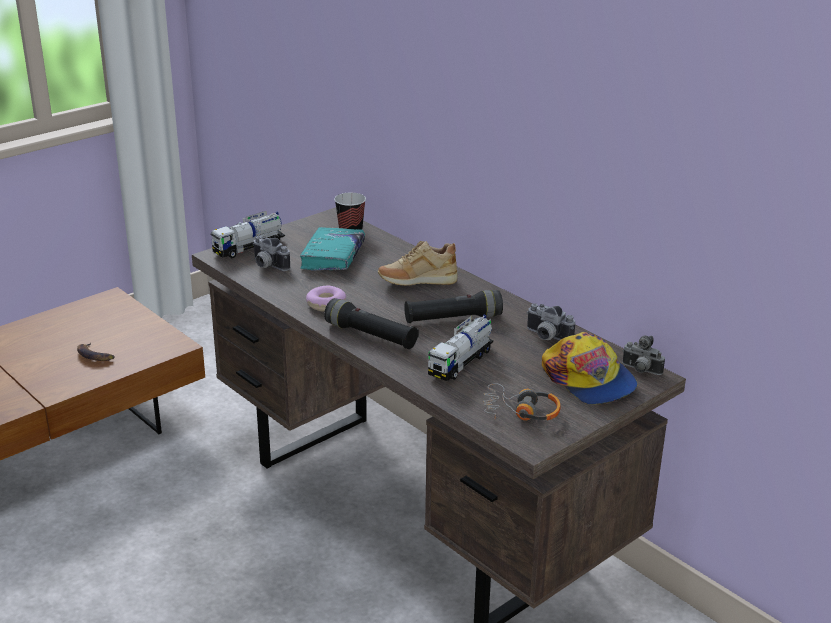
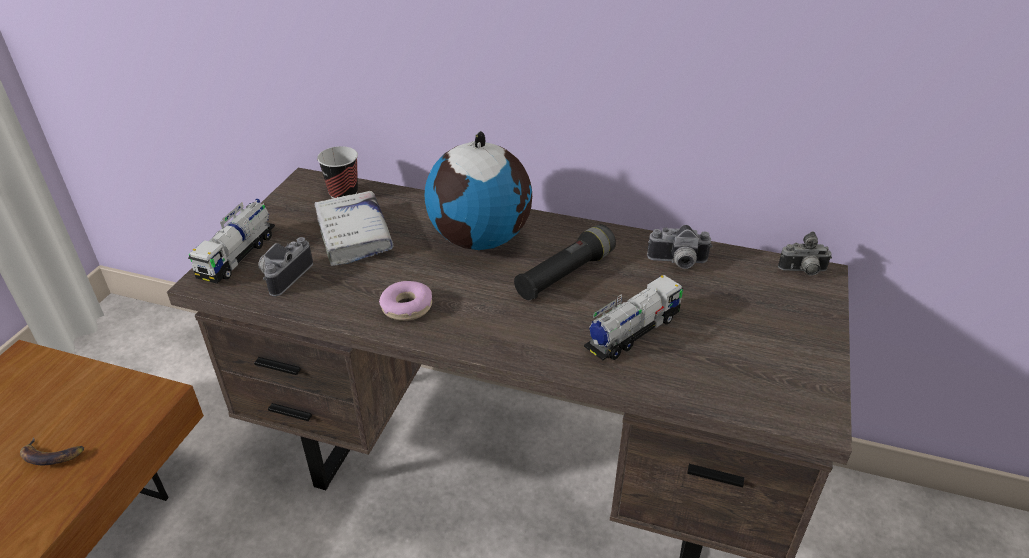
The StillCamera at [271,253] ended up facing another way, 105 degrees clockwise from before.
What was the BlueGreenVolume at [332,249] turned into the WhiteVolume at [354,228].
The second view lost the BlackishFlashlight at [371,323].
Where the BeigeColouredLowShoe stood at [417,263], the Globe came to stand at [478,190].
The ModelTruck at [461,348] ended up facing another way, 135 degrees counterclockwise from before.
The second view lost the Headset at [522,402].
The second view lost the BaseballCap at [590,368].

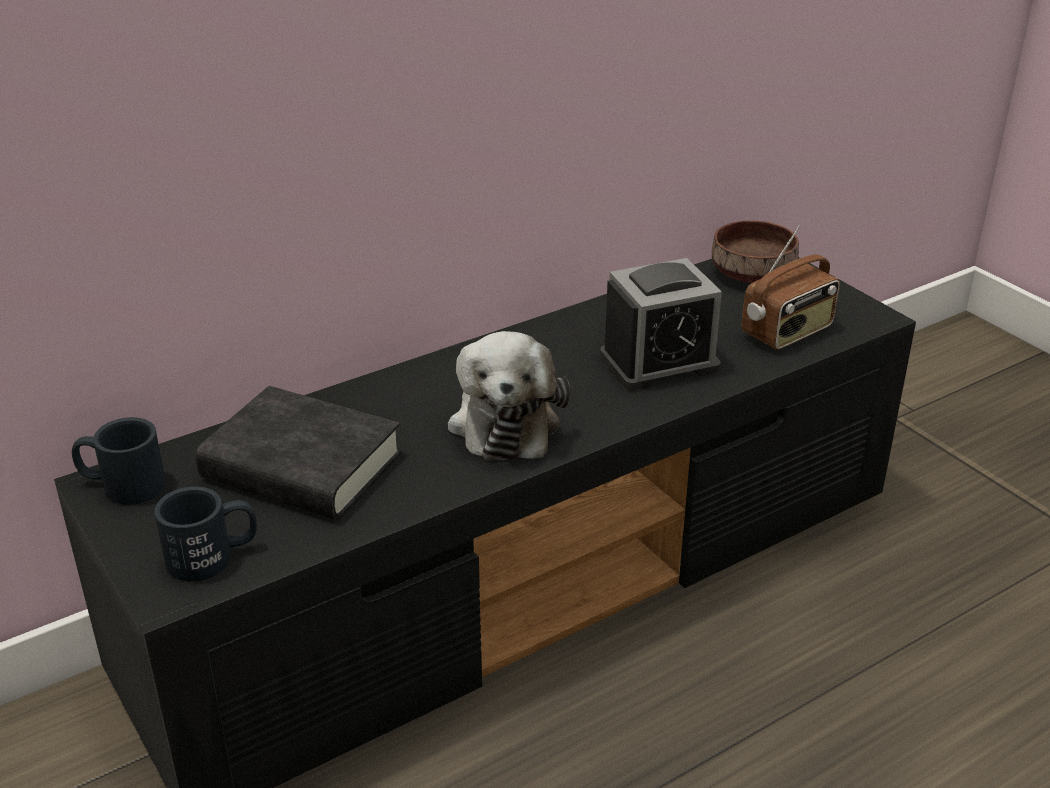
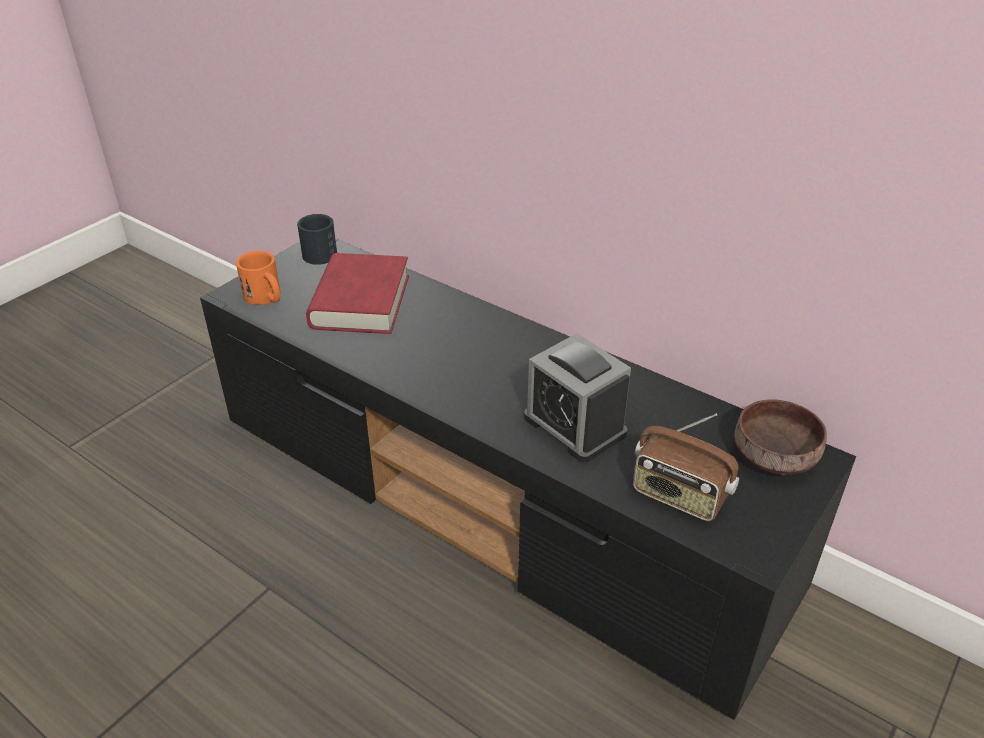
What was the BlackishMug at [205,534] turned into the OrangeyMug at [258,278].
What was the BlackishVolume at [299,453] turned into the ReddishVolume at [357,293].
The second view lost the SoftToy at [509,396].

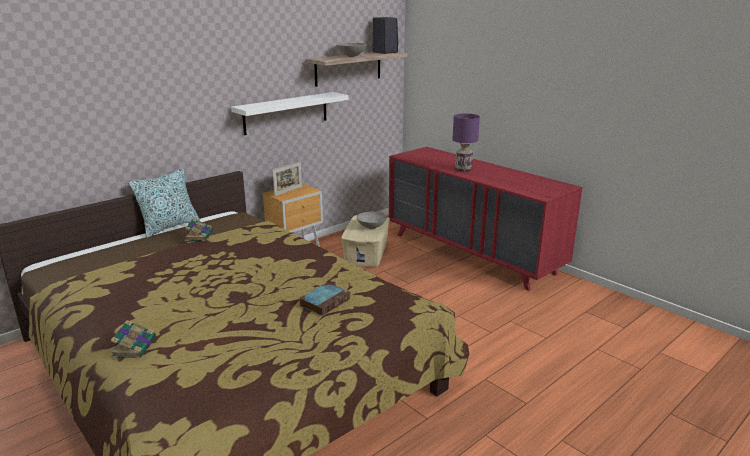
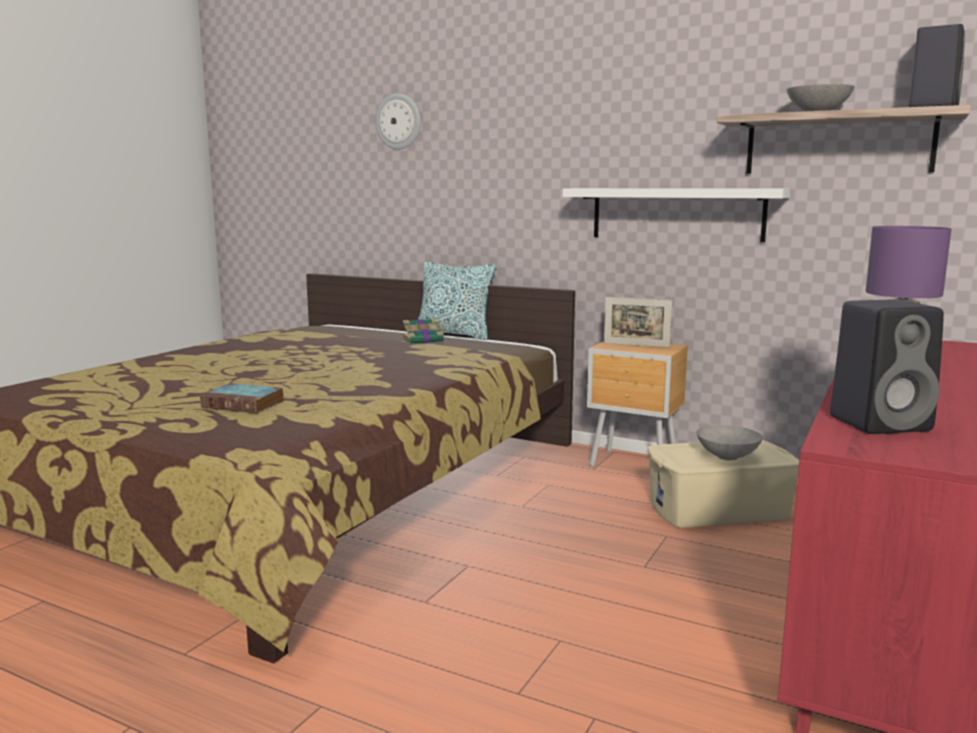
The second view lost the Volume at [133,339].
The second view gained the ClockOnTheWall at [397,121].
The second view gained the BlackishSpeaker at [887,366].

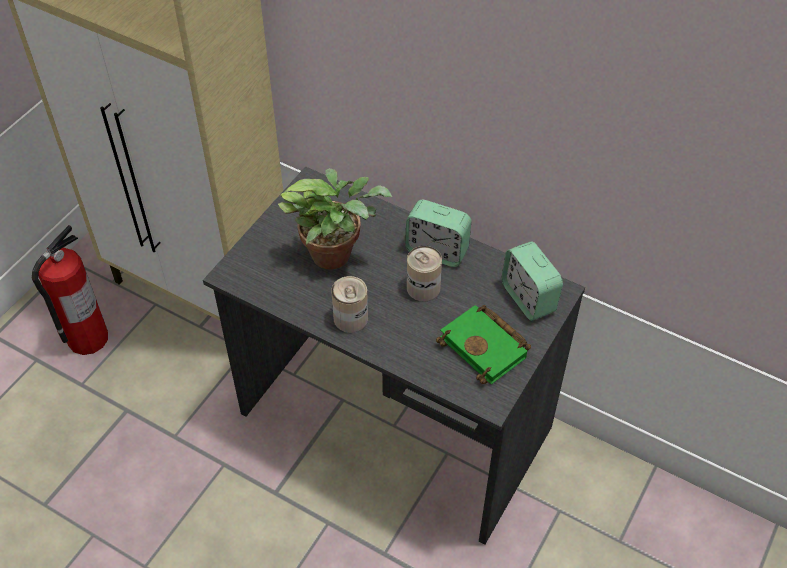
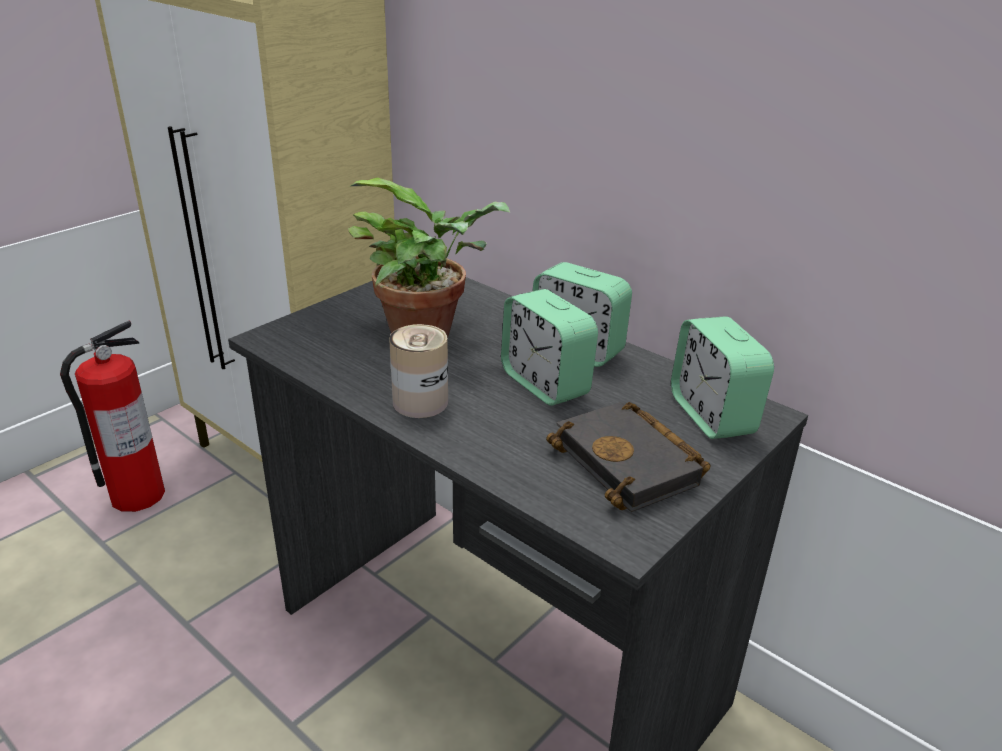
Where the SealedCan stood at [424,274], the AlarmClock came to stand at [549,347].
What was the GreenishVolume at [483,344] turned into the BlackishVolume at [628,457].

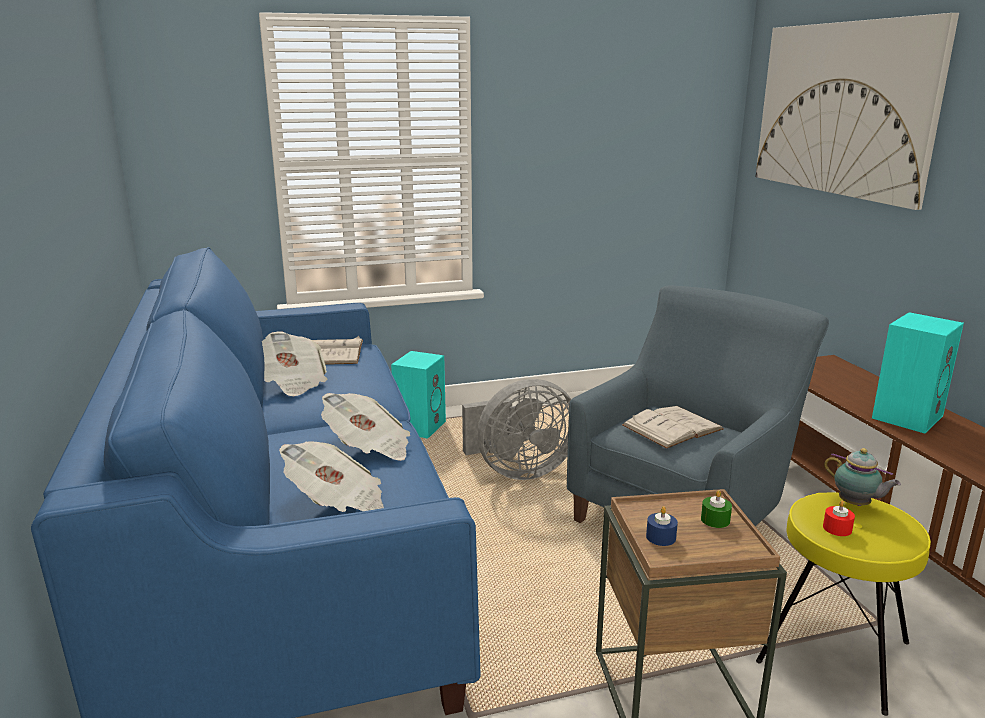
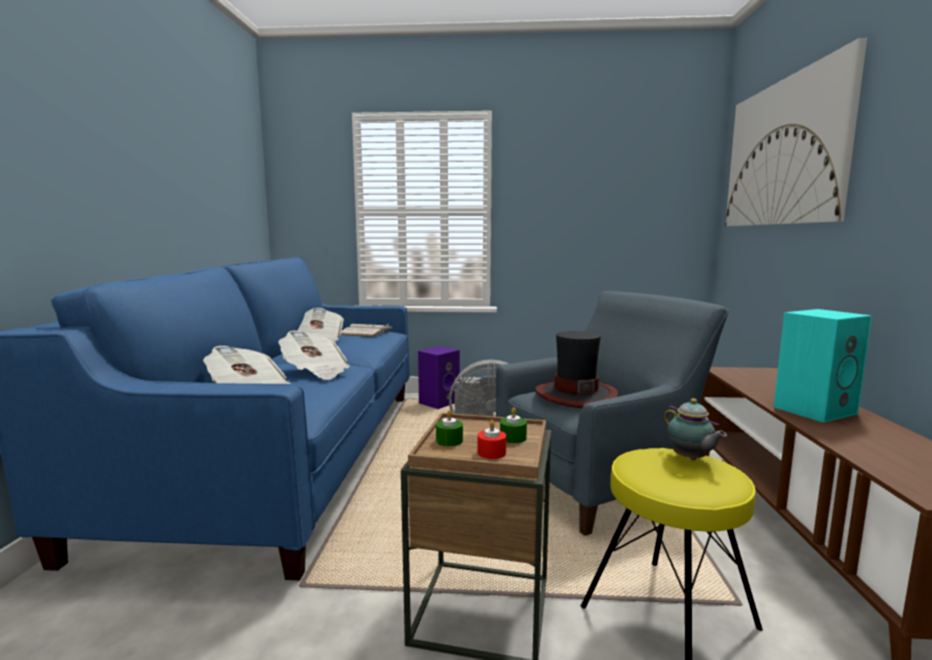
What was the BlueGreenSpeaker at [418,395] turned into the PurplishSpeaker at [439,377].
Where the WhiteVolume stood at [673,427], the WearableHat came to stand at [576,369].
What was the BlueCandle at [662,526] turned into the GreenishCandle at [449,428].
The ReddishCandle ended up elsewhere, having gone from [839,518] to [492,439].

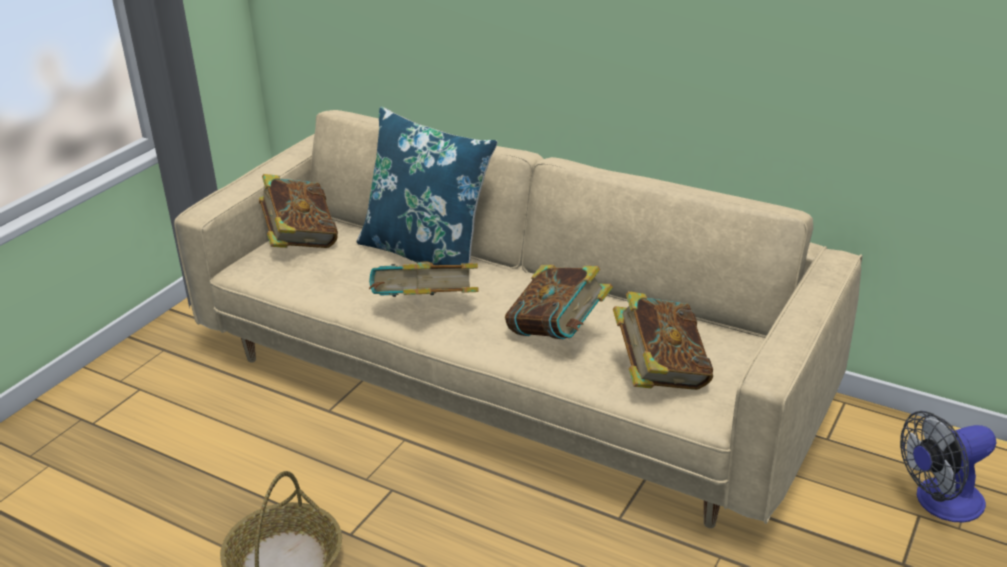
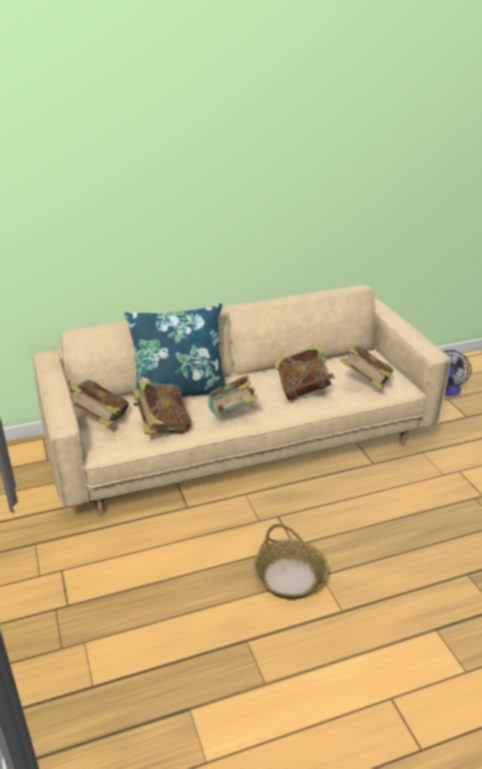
The second view gained the Volume at [161,407].

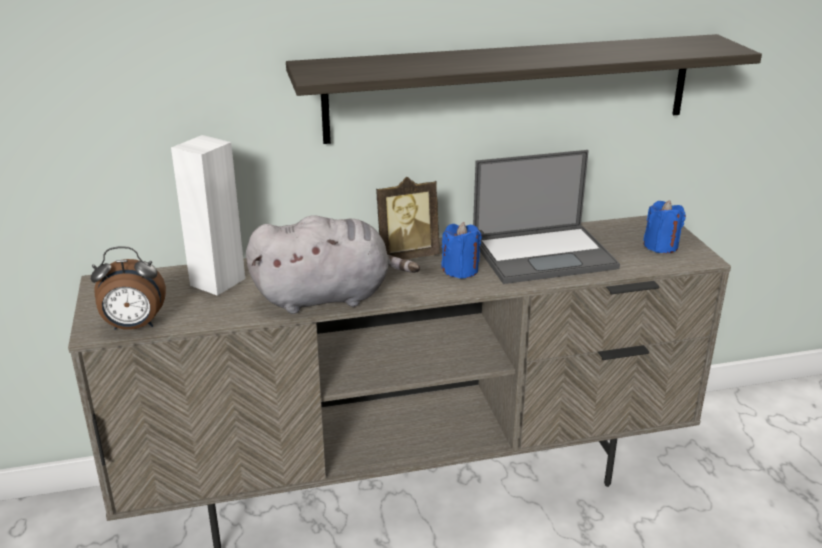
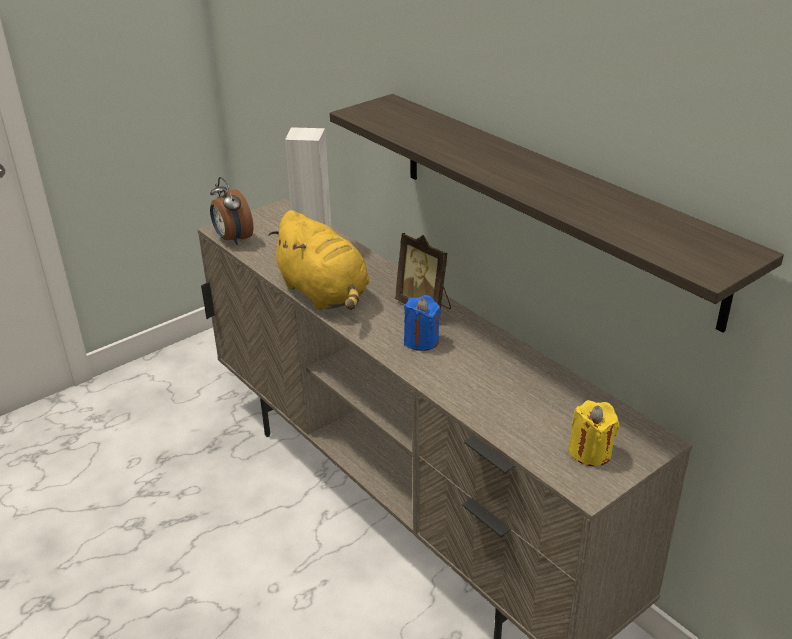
What was the GreyishSoftToy at [333,264] turned into the YellowColouredSoftToy at [318,260].
The second view lost the PortableComputer at [546,217].
What was the BlueCandle at [664,226] turned into the YellowColouredCandle at [593,433].

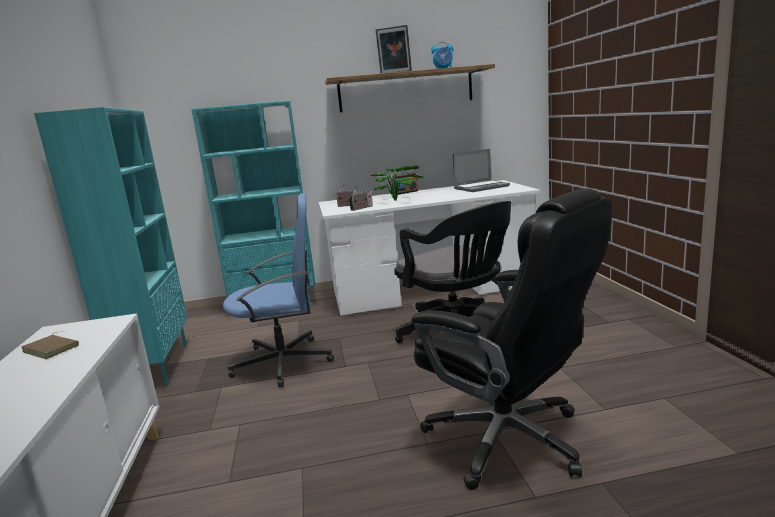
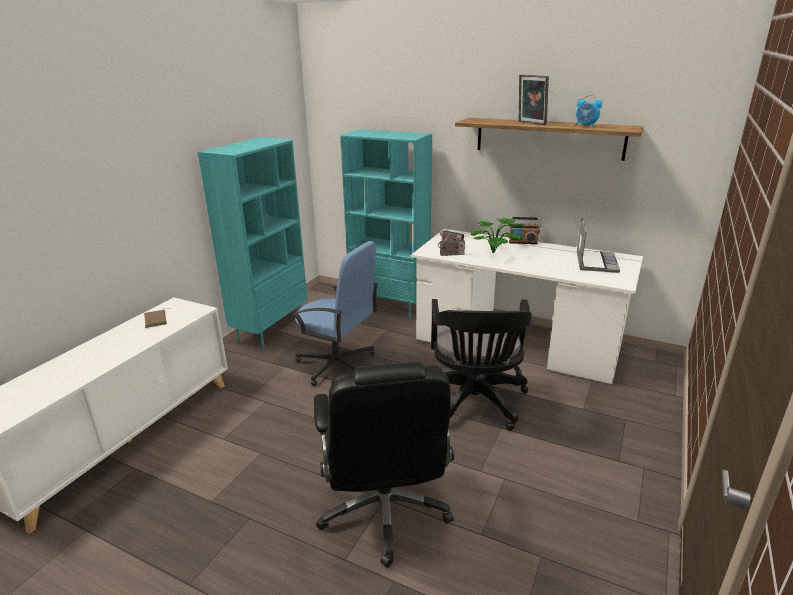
The PortableComputer at [481,170] ended up facing another way, 90 degrees counterclockwise from before.

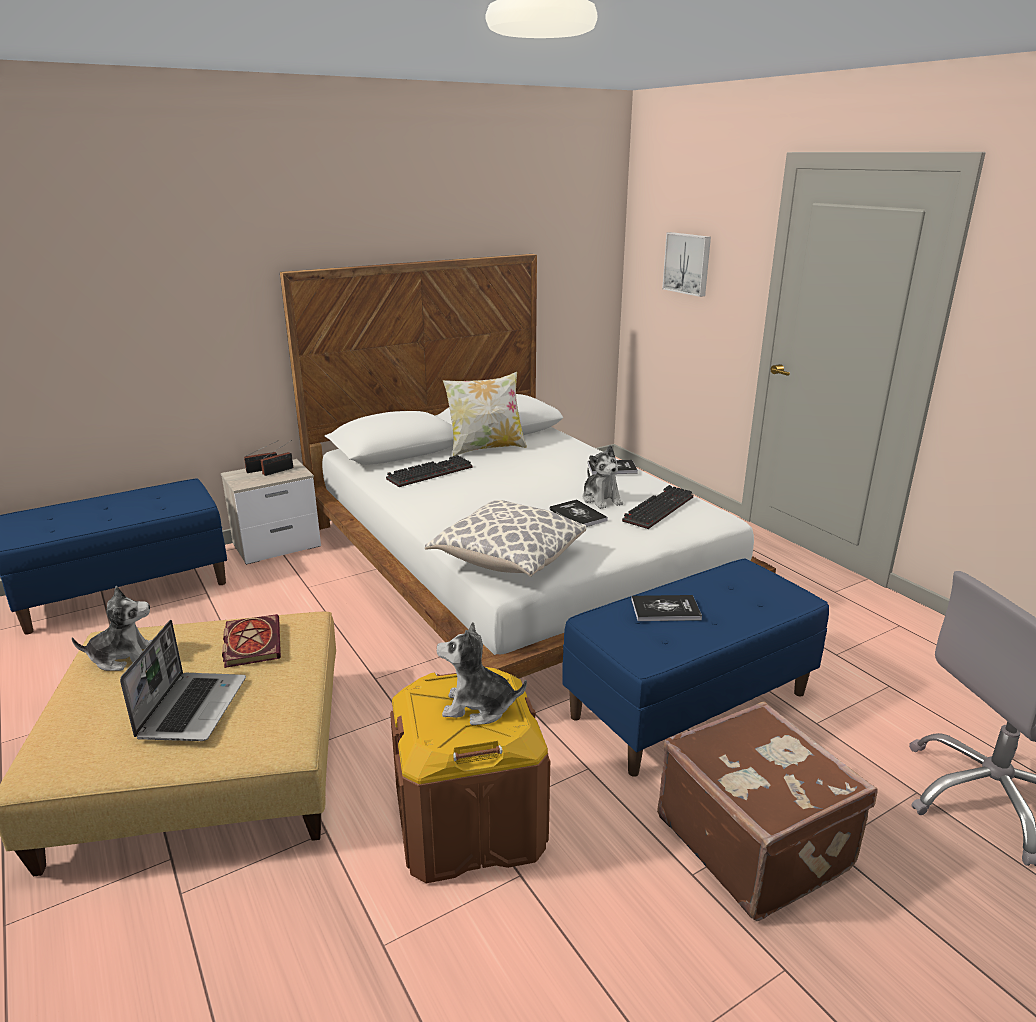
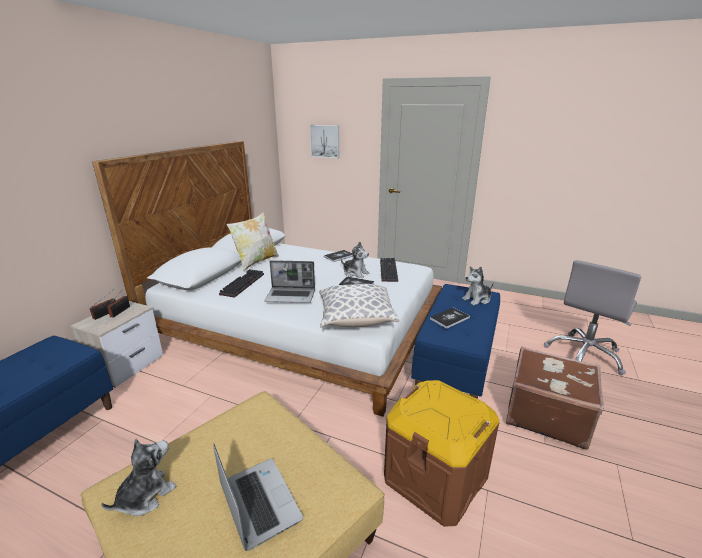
The second view lost the Volume at [251,641].
The SoftToy ended up elsewhere, having gone from [482,673] to [478,285].
The second view gained the PortableComputer at [289,281].

